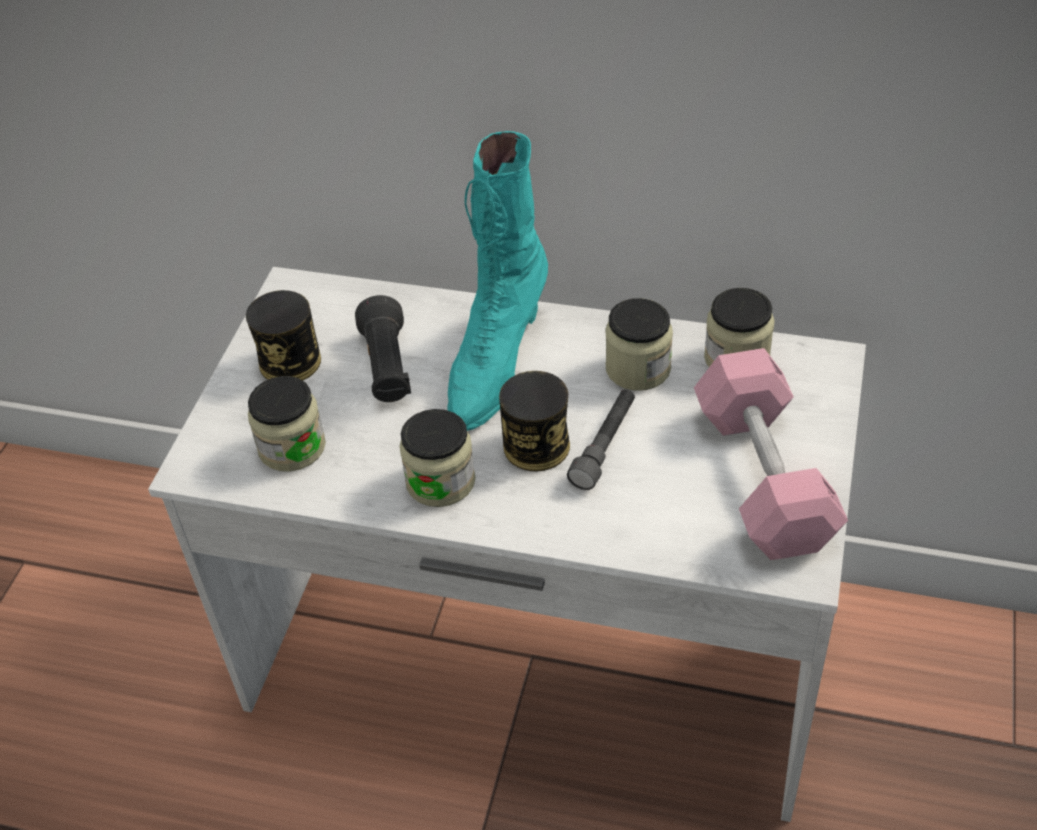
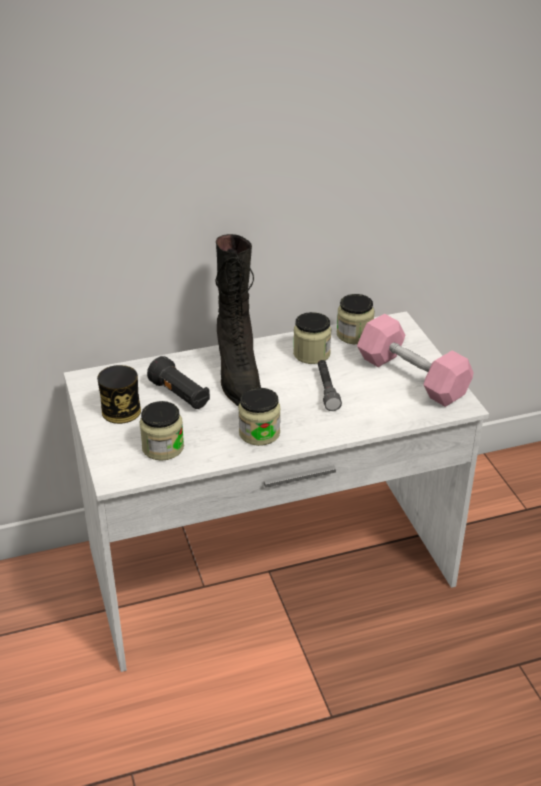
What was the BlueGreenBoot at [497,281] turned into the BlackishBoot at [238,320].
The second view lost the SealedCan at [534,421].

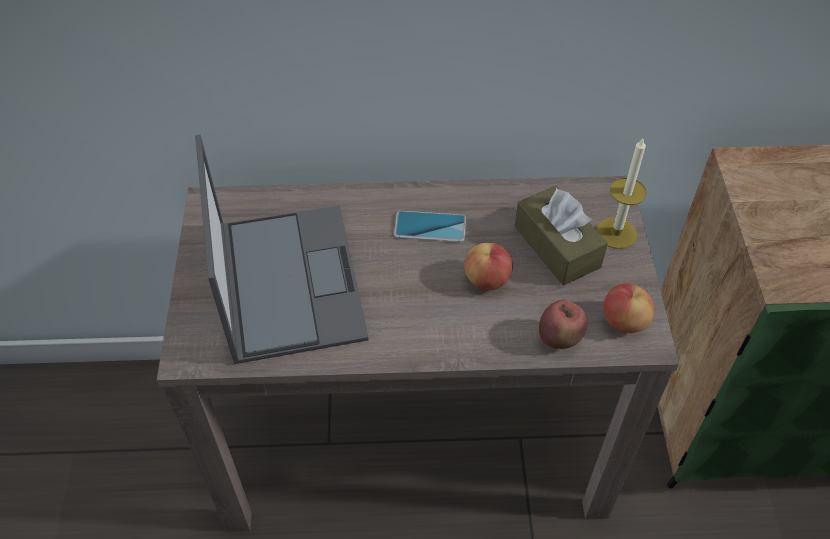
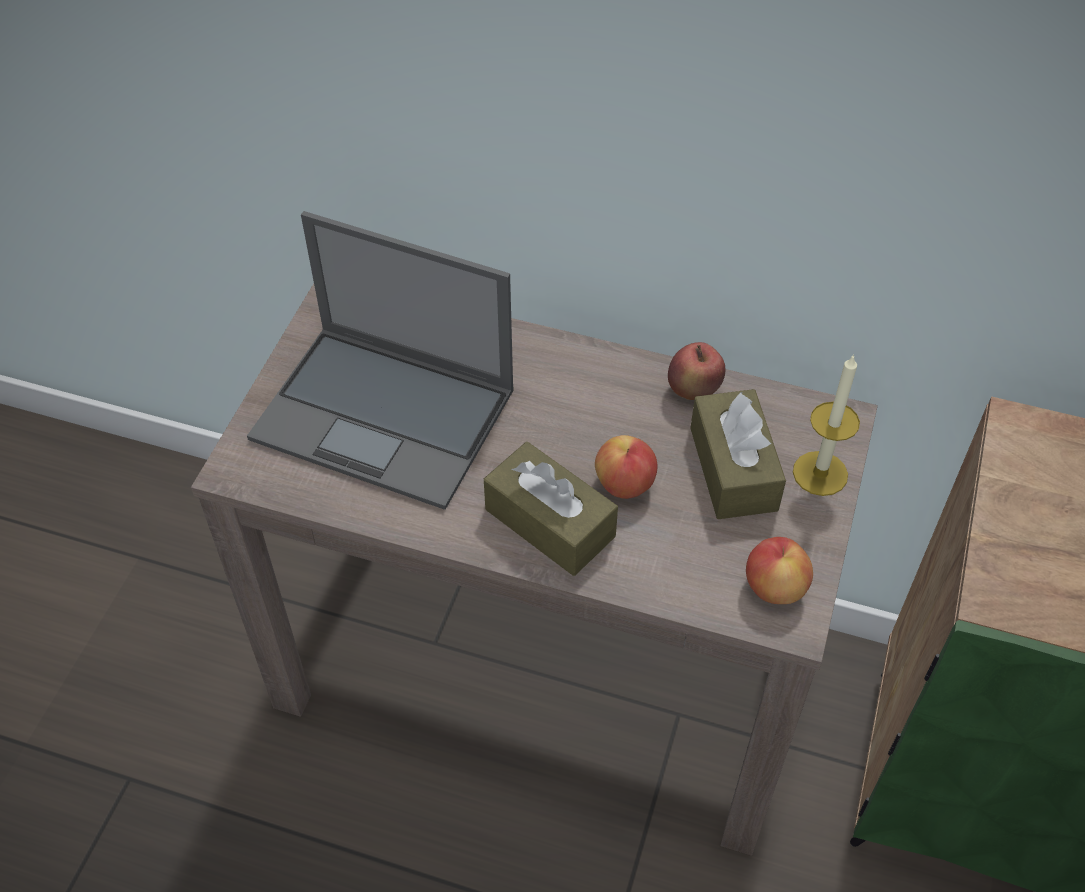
The PortableComputer at [282,249] ended up facing another way, 105 degrees clockwise from before.
The second view lost the Phone at [430,226].
The AppleFruit ended up elsewhere, having gone from [563,324] to [696,371].
The second view gained the BrownishTissueHolder at [551,509].

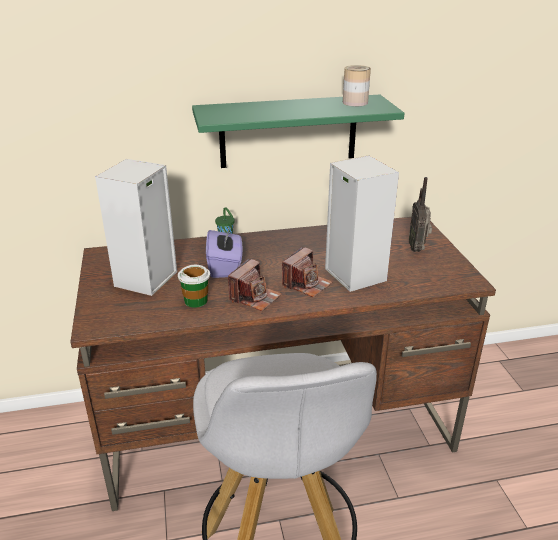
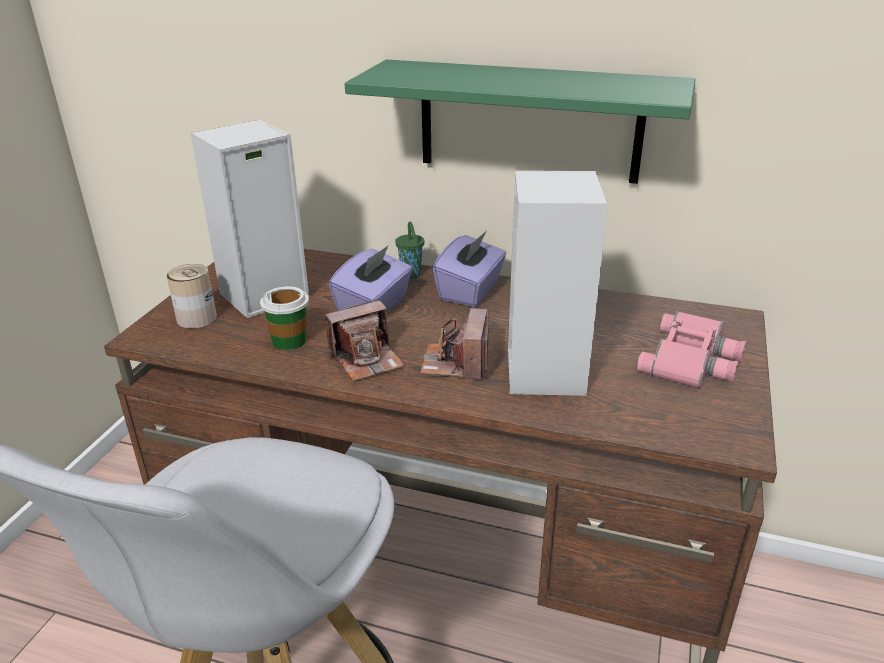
The StillCamera at [307,272] ended up facing another way, 120 degrees clockwise from before.
The SealedCan ended up elsewhere, having gone from [357,85] to [192,295].
Where the RadioReceiver stood at [420,214], the PinkColouredFieldGlasses came to stand at [691,350].
The second view gained the PurplishTissueHolder at [469,269].

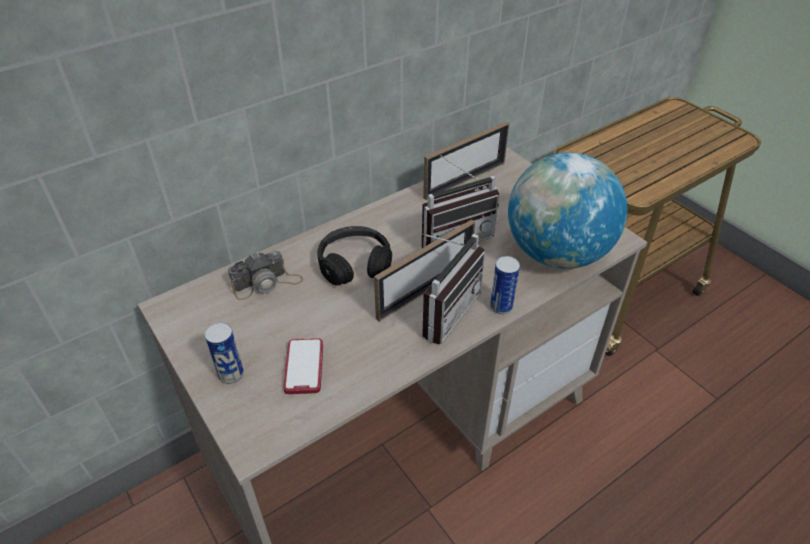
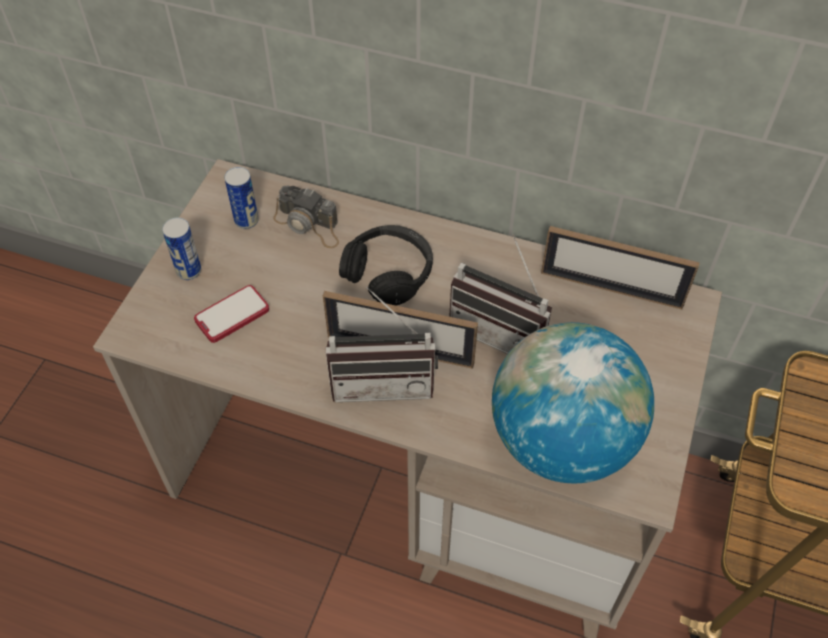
The SealedCan ended up elsewhere, having gone from [505,285] to [241,198].

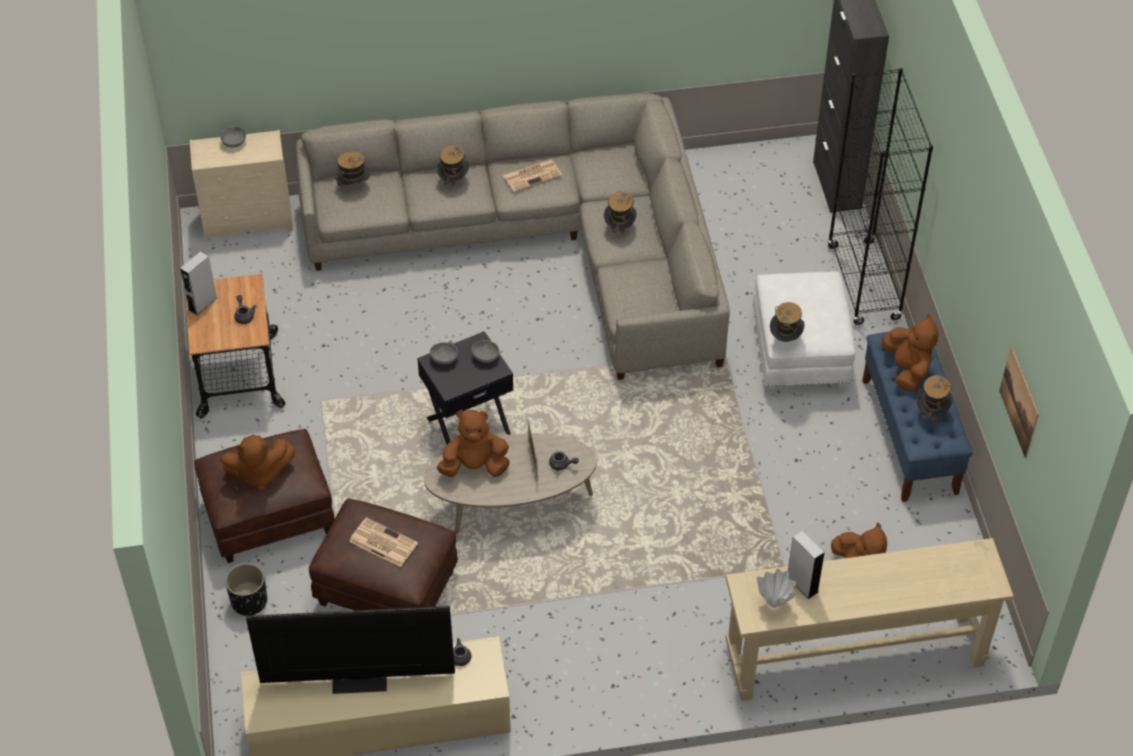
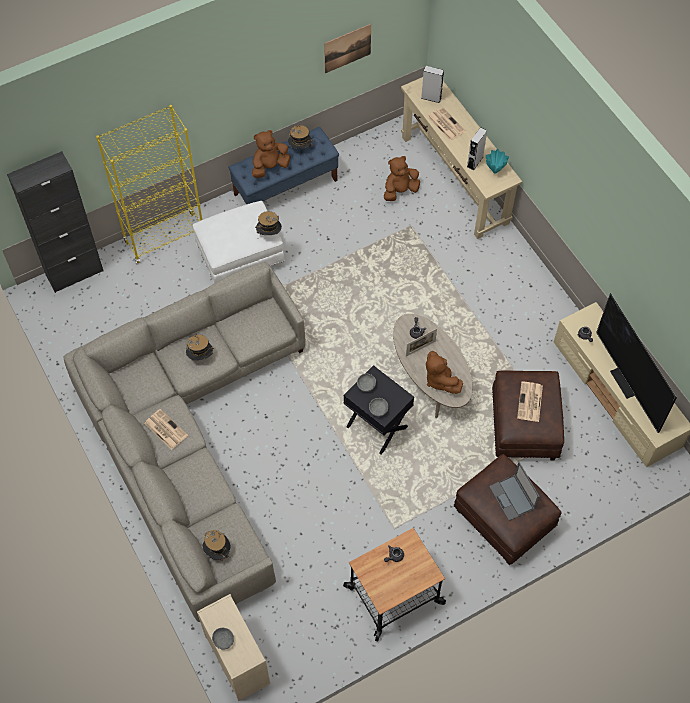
The GreyishSpeaker ended up elsewhere, having gone from [198,283] to [432,84].
Where the BrownishSoftToy stood at [258,462], the PortableComputer came to stand at [514,491].
The second view lost the BlackishPlantPot at [246,589].
The second view lost the WearableHat at [453,165].
What was the WhiteVase at [776,588] turned into the BlueGreenVase at [497,161].
What was the BlackishBookcase at [880,196] turned into the YellowColouredBookcase at [149,184].
The second view gained the PrintedPaper at [447,124].

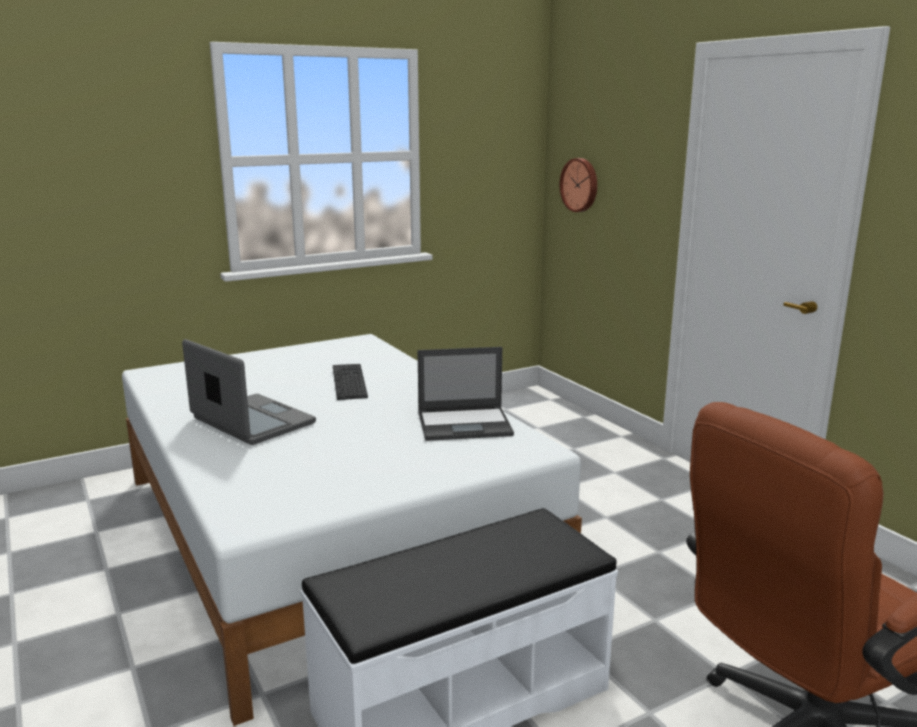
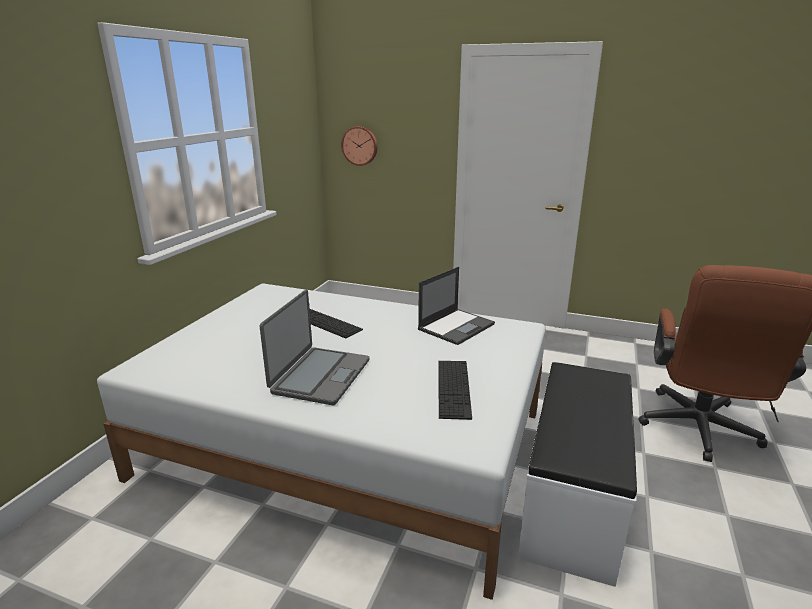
The PortableComputer at [249,392] ended up facing another way, 105 degrees clockwise from before.
The second view gained the PcKeyboard at [455,390].

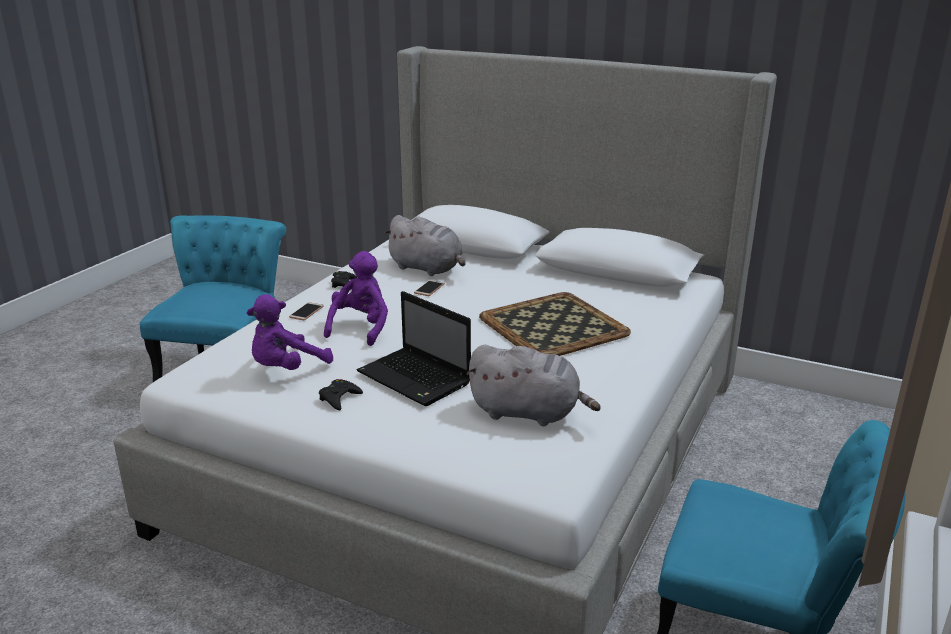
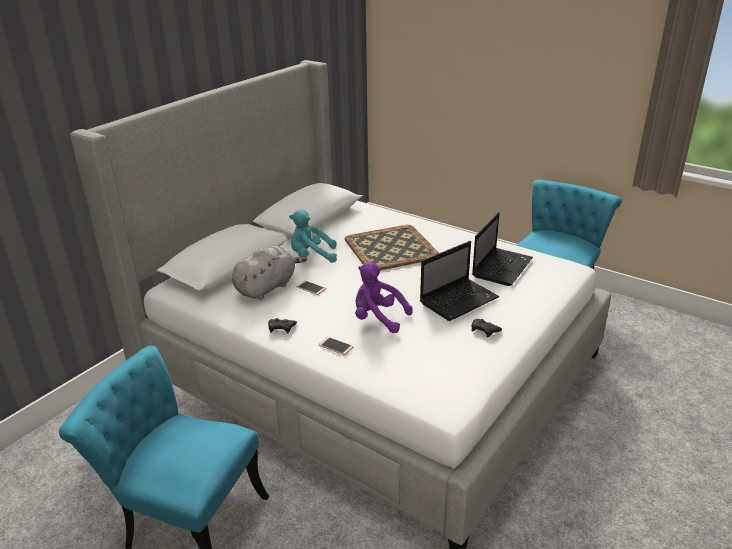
The second view lost the PurplishSoftToy at [290,332].
Where the GreyishSoftToy stood at [533,385], the PortableComputer came to stand at [502,249].
The second view gained the BlueGreenSoftToy at [313,236].

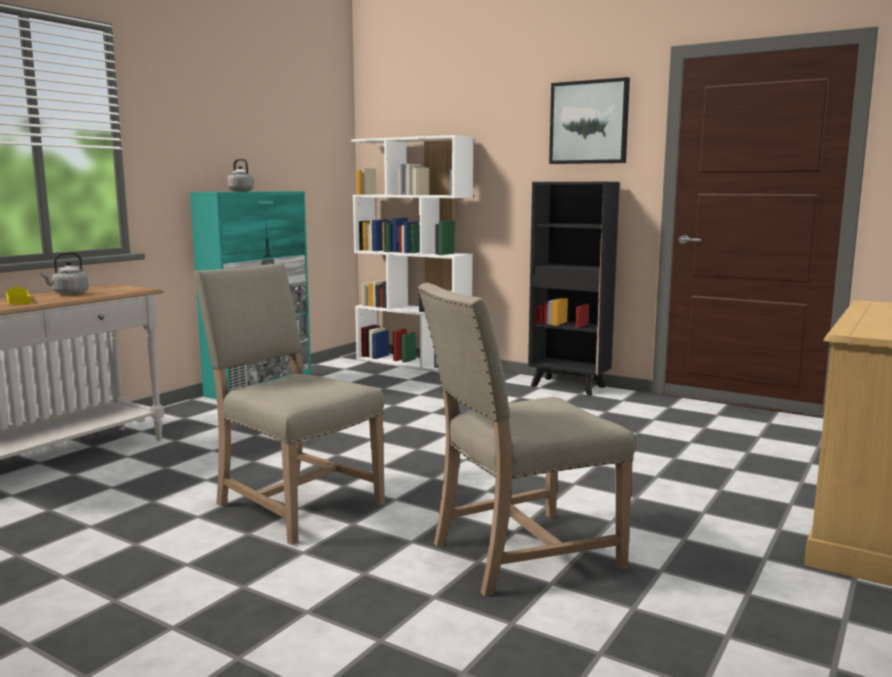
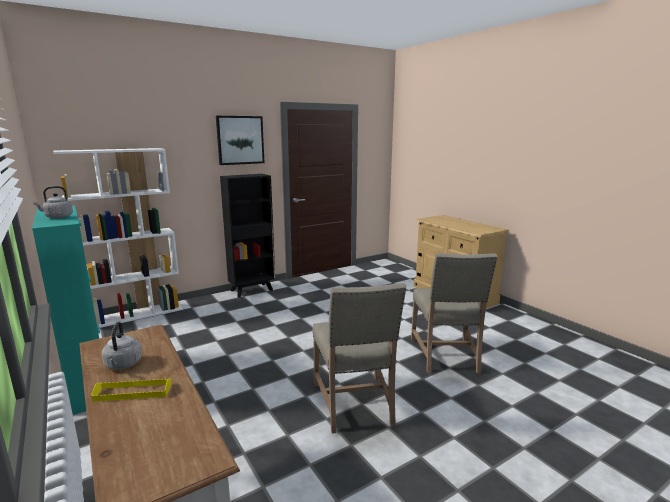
The BeigeColouredUprightChair at [289,404] ended up facing another way, 75 degrees counterclockwise from before.

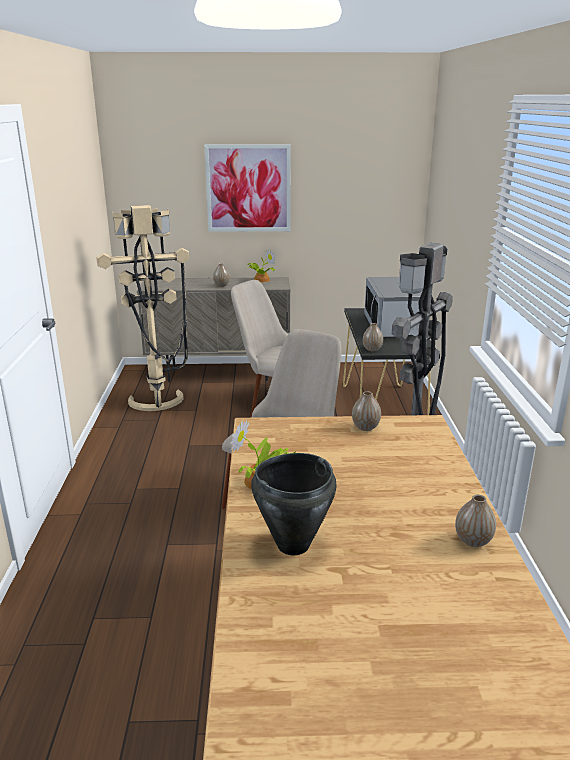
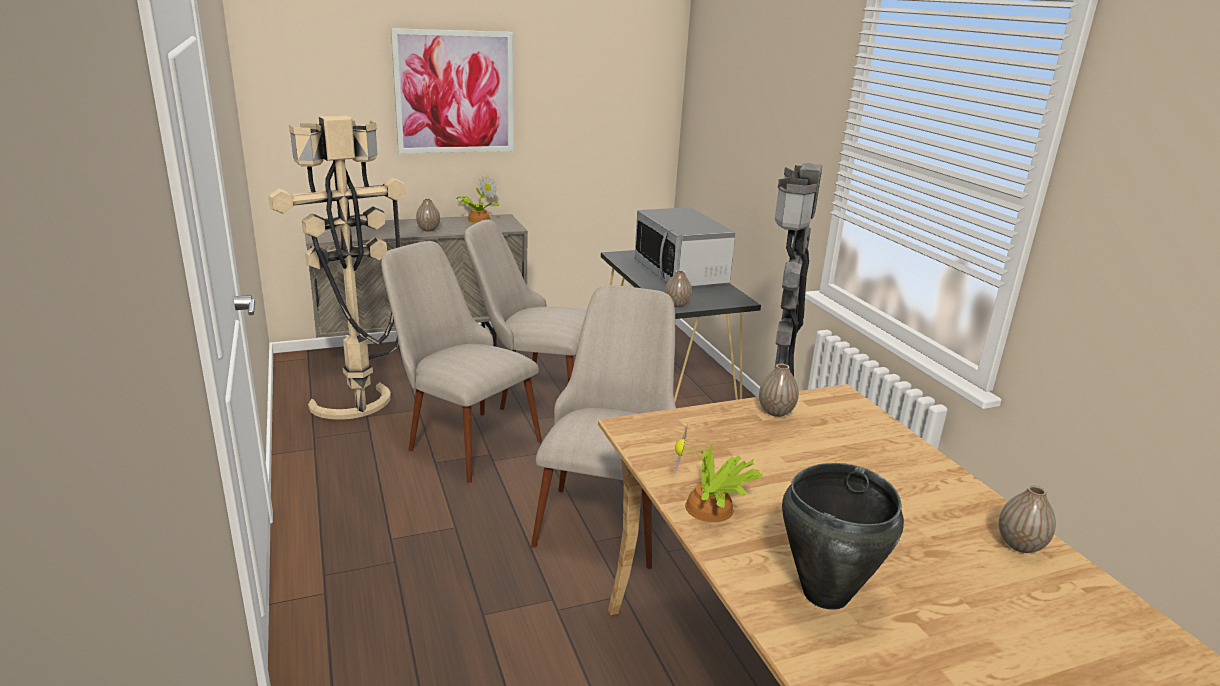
The second view gained the BeigeColouredUprightChair at [461,362].

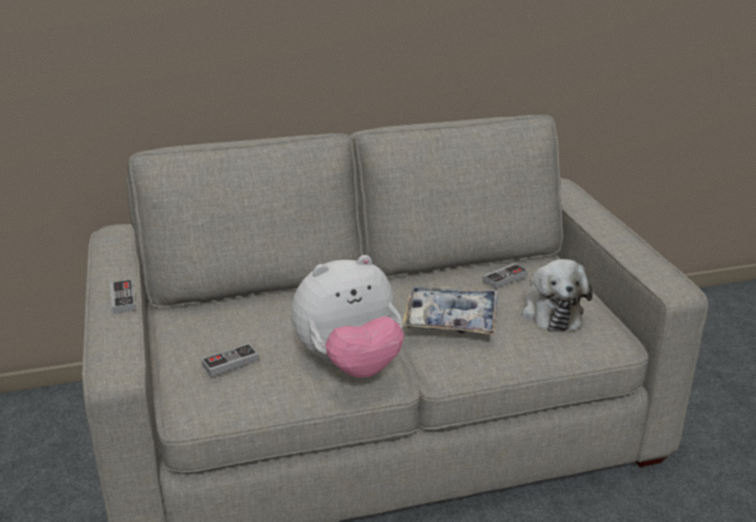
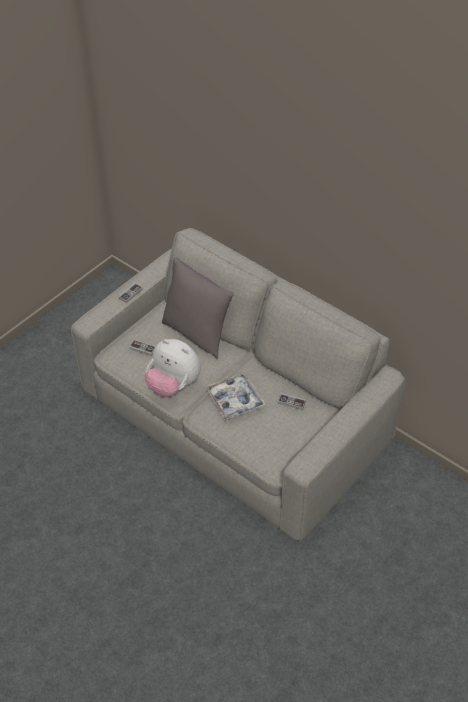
The second view lost the SoftToy at [557,295].
The second view gained the GreyishThrowPillow at [198,308].

